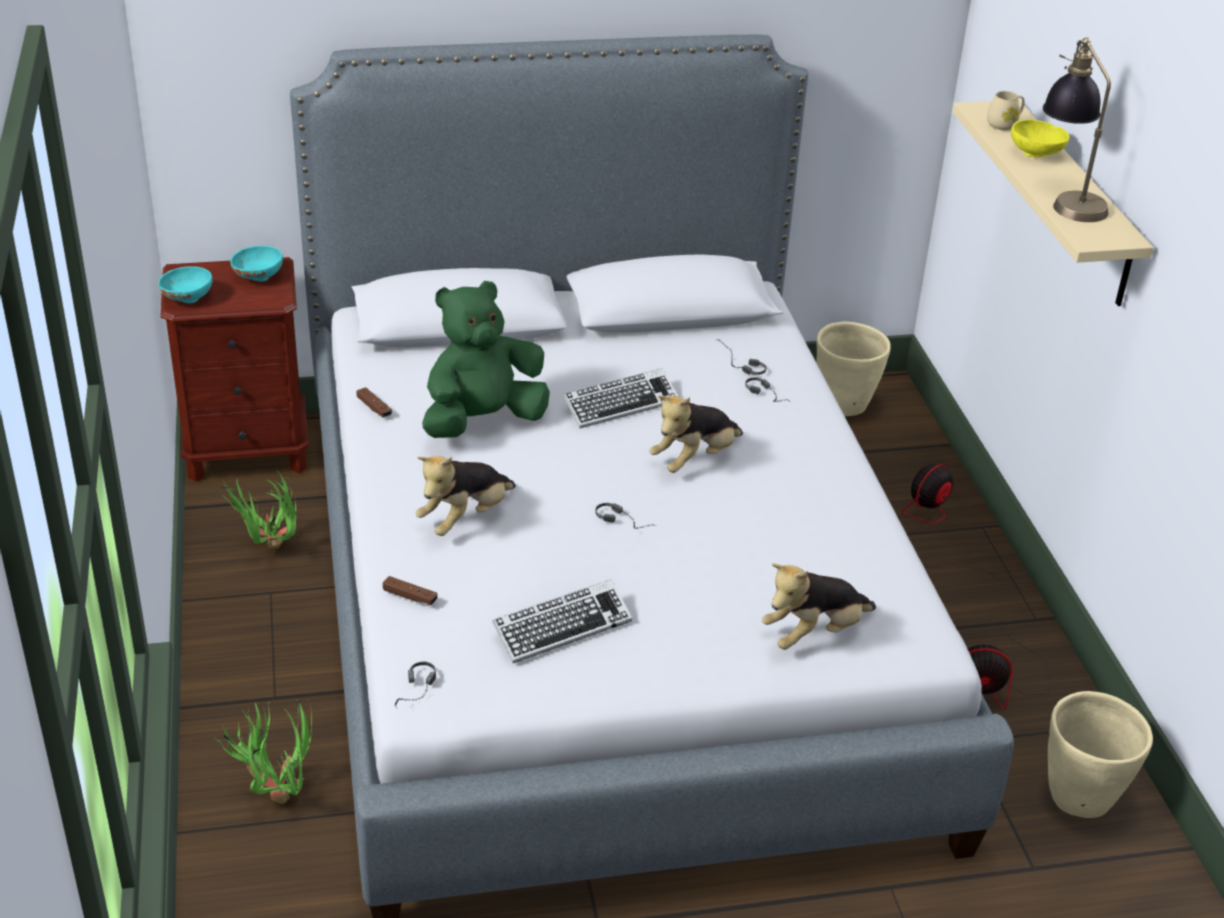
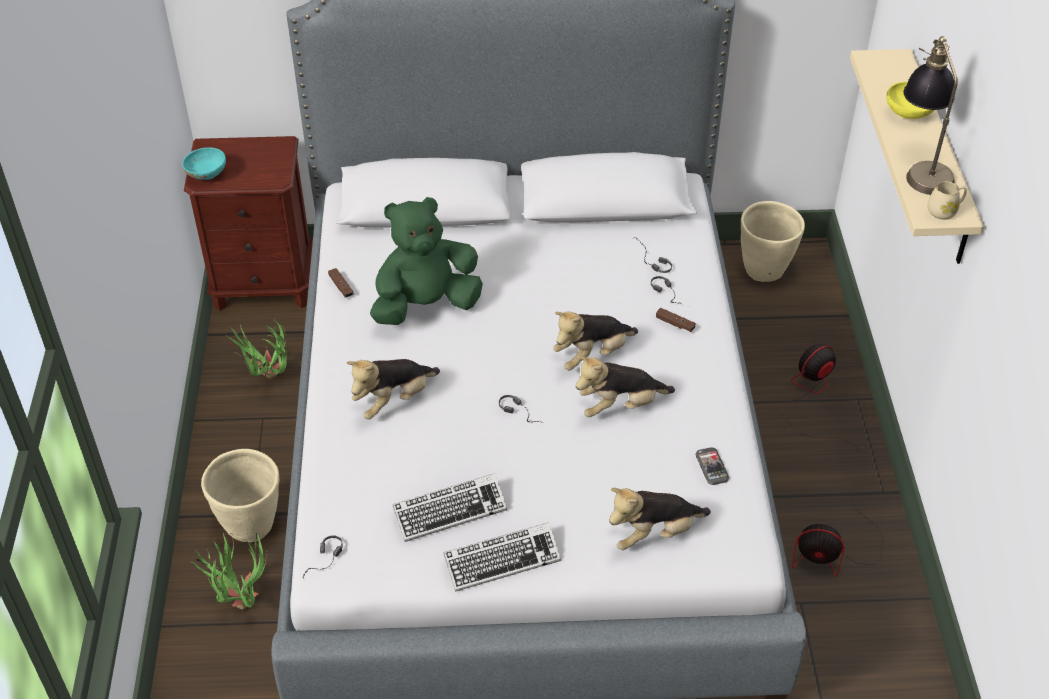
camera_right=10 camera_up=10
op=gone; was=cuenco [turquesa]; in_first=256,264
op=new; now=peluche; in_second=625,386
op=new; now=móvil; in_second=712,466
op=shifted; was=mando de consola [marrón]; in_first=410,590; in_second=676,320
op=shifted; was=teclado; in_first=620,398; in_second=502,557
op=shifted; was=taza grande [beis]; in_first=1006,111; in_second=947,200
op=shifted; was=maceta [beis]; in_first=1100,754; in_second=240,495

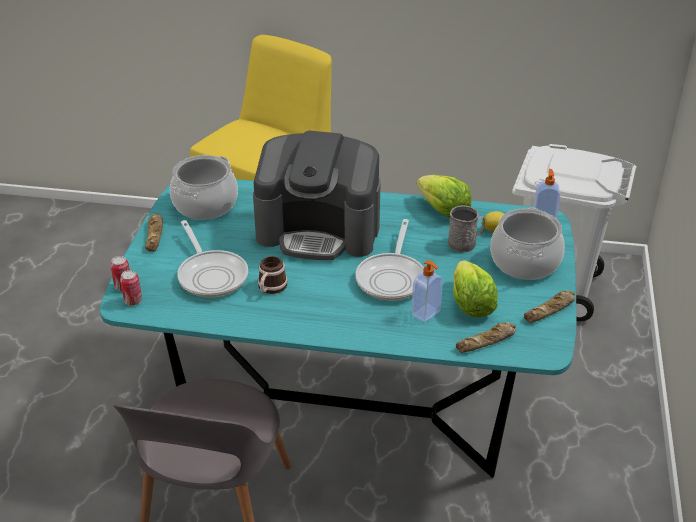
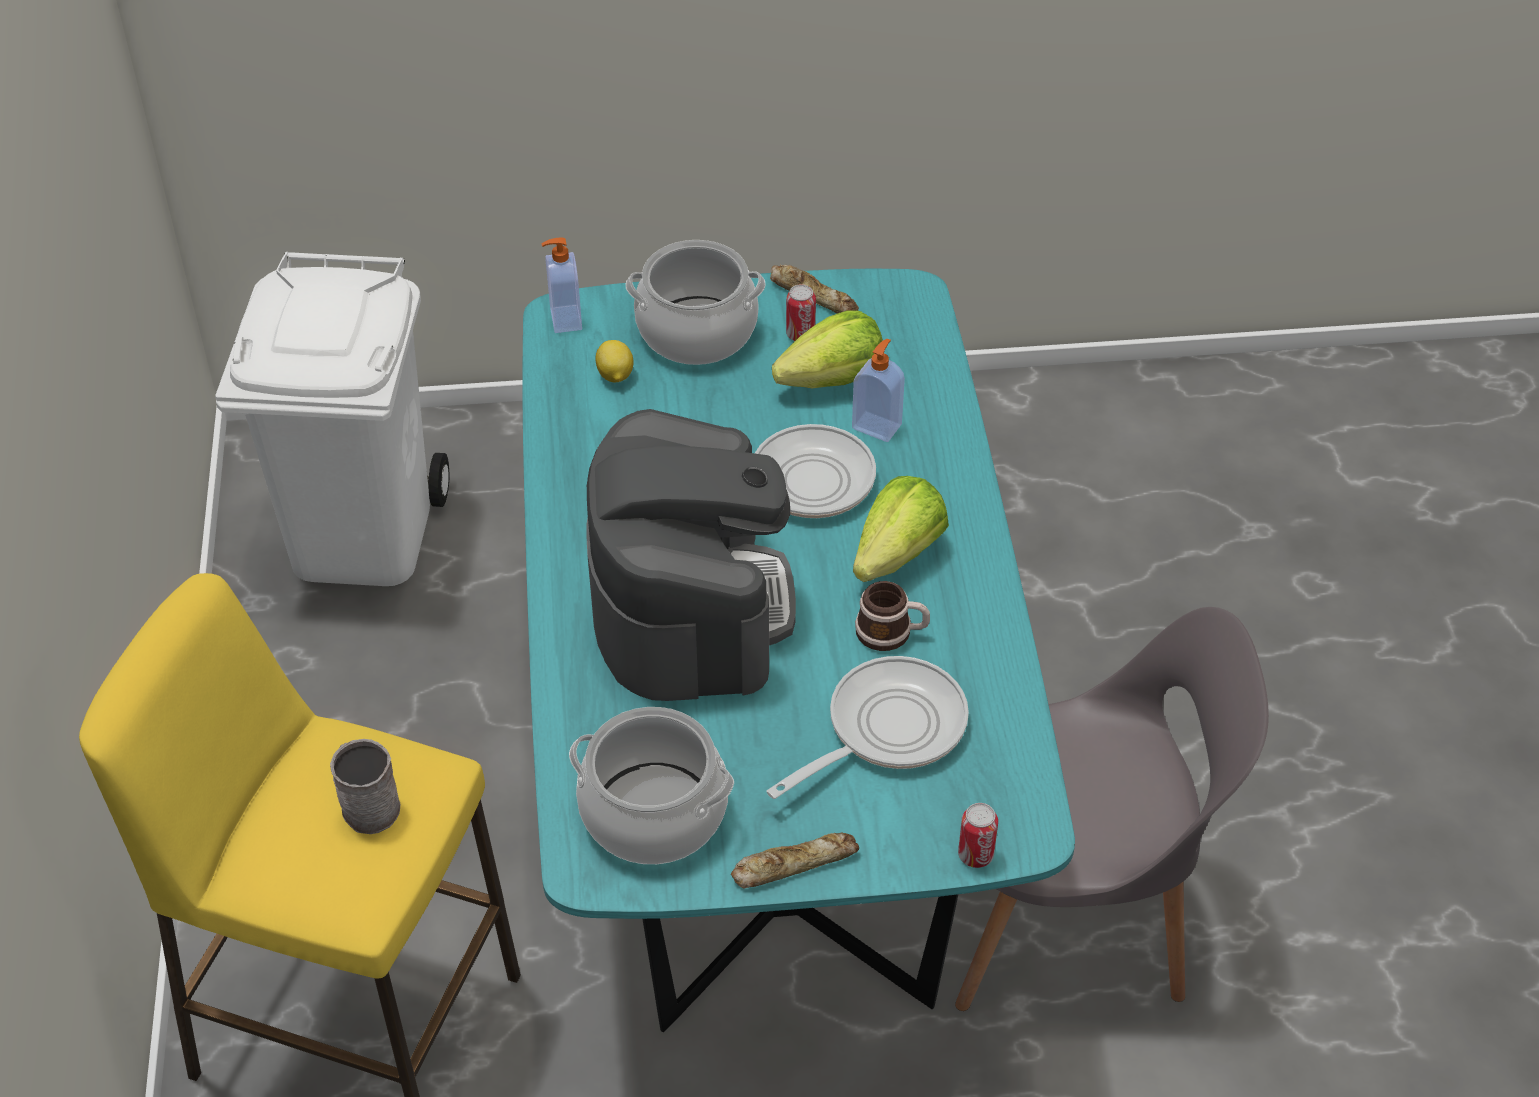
camera_right=-105 camera_up=10
op=gone; was=pan; in_first=486,338
op=shifted; was=lata; in_first=131,288; in_second=801,313
op=shifted; was=lechuga; in_first=444,196; in_second=901,529
op=shifted; was=taza grande [gris]; in_first=466,229; in_second=365,786

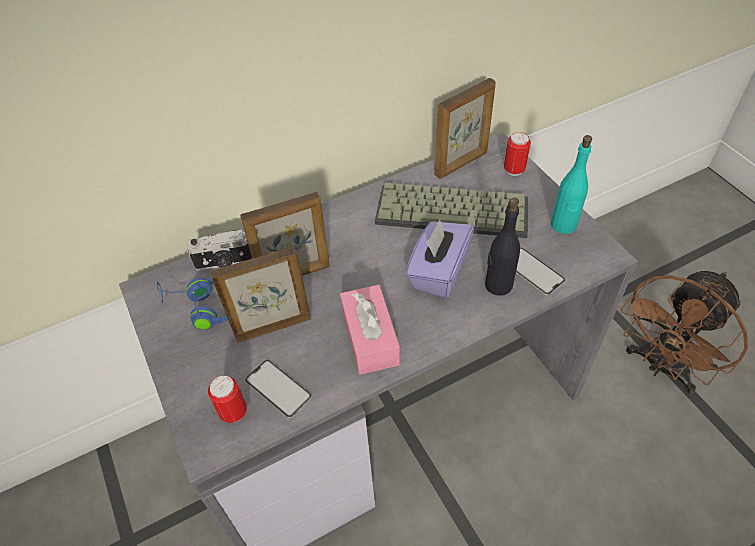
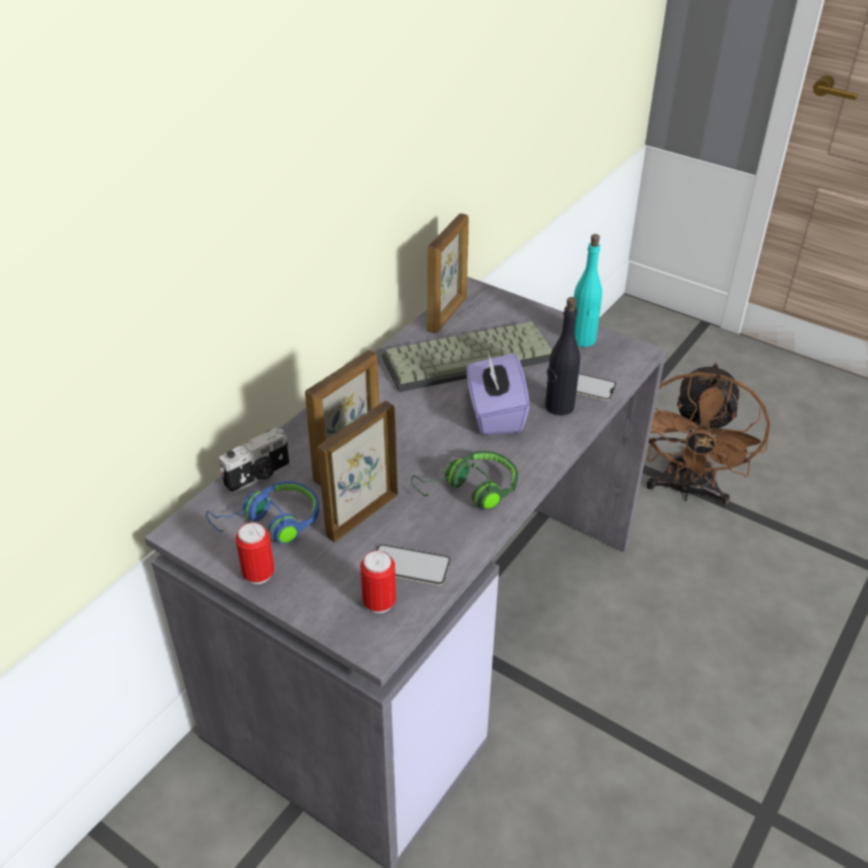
camera_right=-30 camera_up=-10
op=shifted; was=lata; in_first=517,154; in_second=255,553
op=swapped; was=caja de pañuelos [rosa]; now=auriculares [verde]; in_first=370,330; in_second=464,480

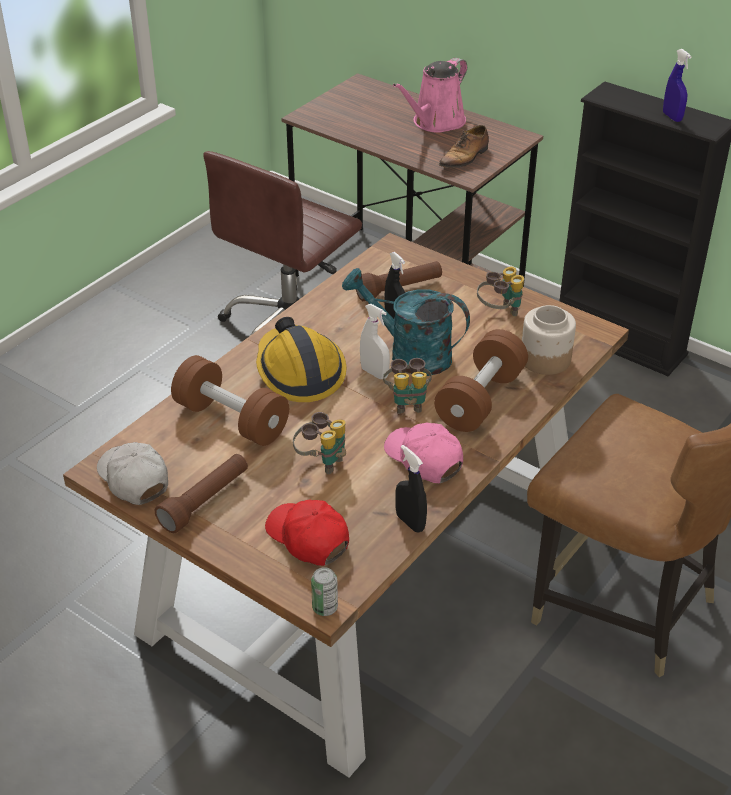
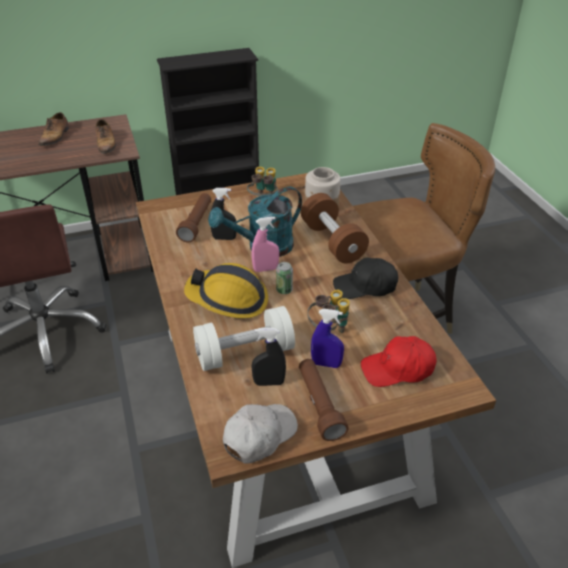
camera_right=-55 camera_up=0
op=gone; was=prismáticos; in_first=407,386
op=shifted; was=lata; in_first=324,591; in_second=284,278
op=shifted; was=pulverizador [negro]; in_first=411,489; in_second=268,357
op=shifted; was=pulverizador [azul]; in_first=677,85; in_second=327,338
op=swapped; was=regadera [rosa]; now=zapato; in_first=430,95; in_second=53,129
op=repainted; was=mancuerna [marrón]; now=mancuerna [blanco]; in_first=230,400; in_second=244,338
op=repainted; was=pulverizador [blanco]; now=pulverizador [rosa]; in_first=375,341; in_second=265,244
op=repainted; was=gorra [rosa]; now=gorra [negro]; in_first=423,453; in_second=365,278
op=rotated; was=gorra [blanco]; in_first=132,473; in_second=260,433; clockwise=135

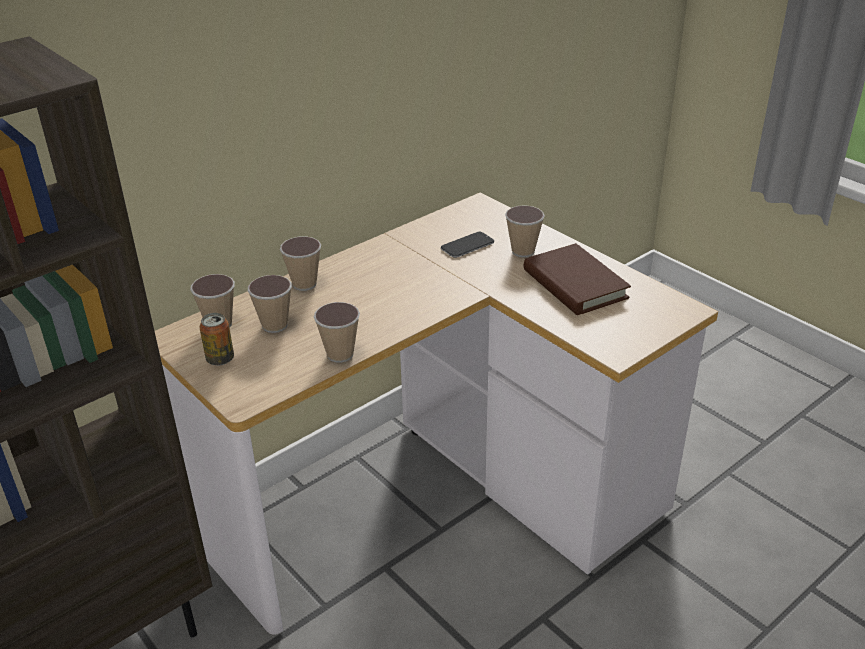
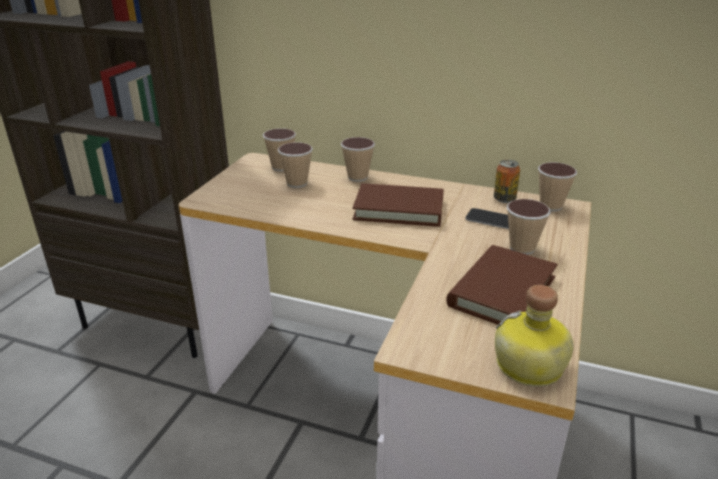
camera_right=60 camera_up=-5
op=new; now=libro [marrón]; in_second=398,205
op=new; now=botella; in_second=534,336
op=shifted; was=lata; in_first=216,339; in_second=507,181
op=shifted; was=taza; in_first=337,332; in_second=557,186

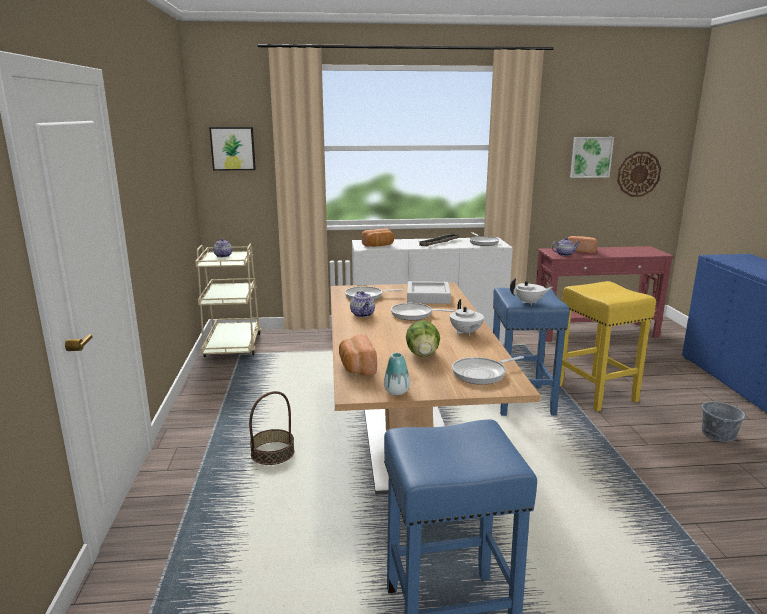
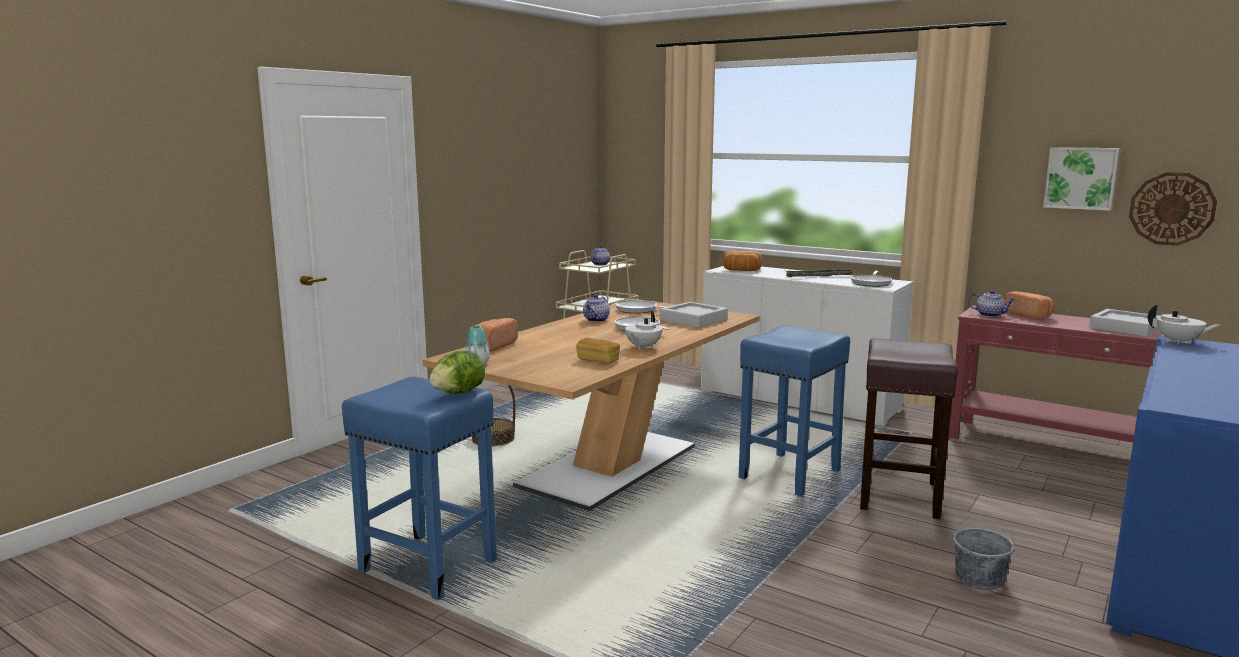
camera_right=40 camera_up=-5
op=gone; was=cuadro; in_first=232,149
op=gone; was=sartén; in_first=488,370
op=new; now=pan; in_second=598,350
op=new; now=bandeja [gris]; in_second=1125,323
op=shifted; was=lechuga; in_first=423,338; in_second=457,372
op=shifted; was=tetera [blanco]; in_first=531,291; in_second=1184,324
op=repainted; was=taburete [amarillo]; now=taburete [marrón]; in_first=608,346; in_second=909,428

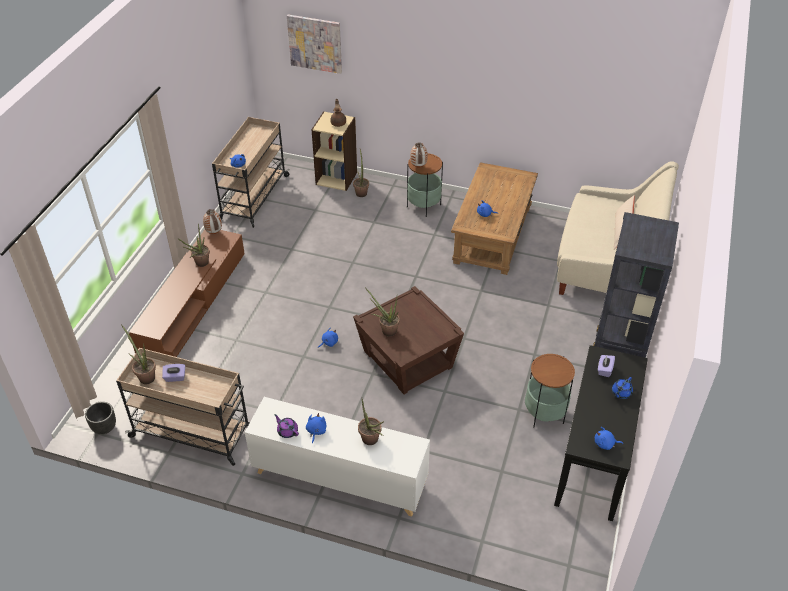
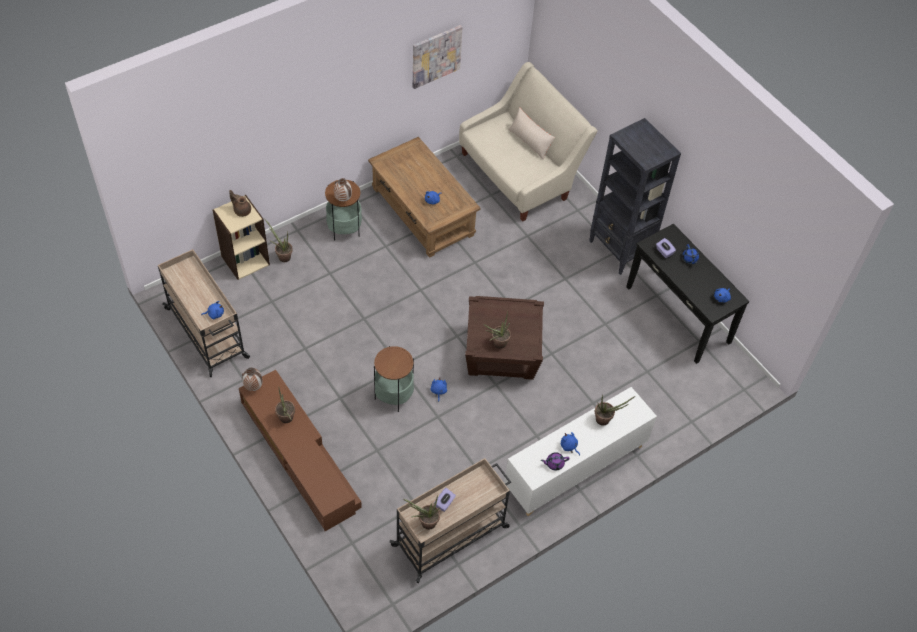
camera_right=-55 camera_up=10
op=gone; was=maceta [negro]; in_first=100,417
op=shifted; was=cuadro; in_first=314,44; in_second=438,57
op=shifted; was=mesa auxiliar; in_first=550,390; in_second=394,379

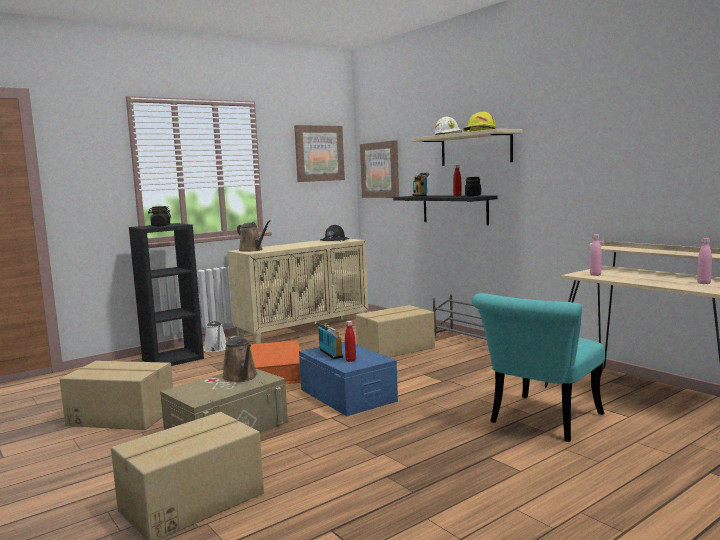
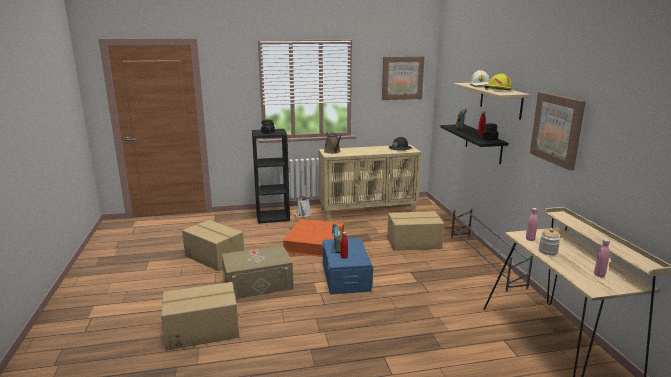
camera_right=25 camera_up=10
op=gone; was=regadera [marrón]; in_first=240,359
op=gone; was=silla [turquesa]; in_first=538,367
op=new; now=tarro; in_second=550,242
op=shifted; was=cuadro; in_first=379,169; in_second=558,131

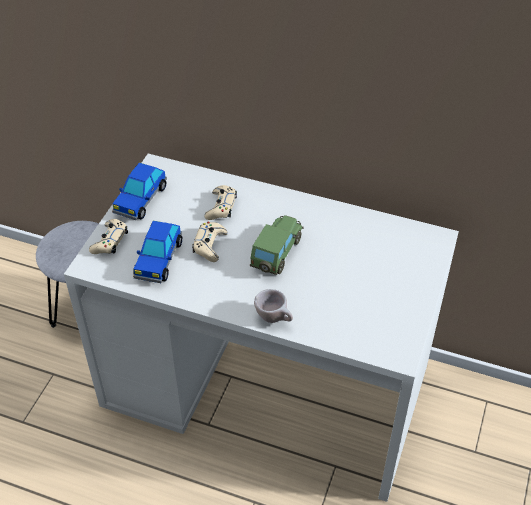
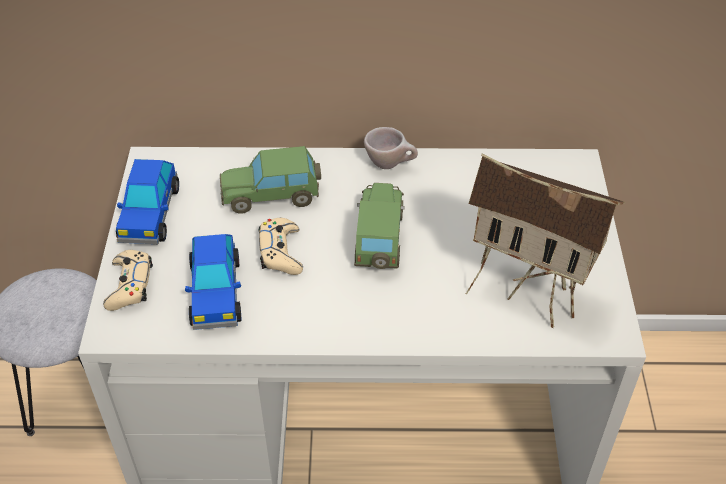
camera_right=-20 camera_up=0
op=new; now=casita; in_second=546,240
op=shifted; was=taza [beis]; in_first=273,306; in_second=391,148
op=swapped; was=mando de consola [beis]; now=coche de juguete; in_first=220,202; in_second=270,180

